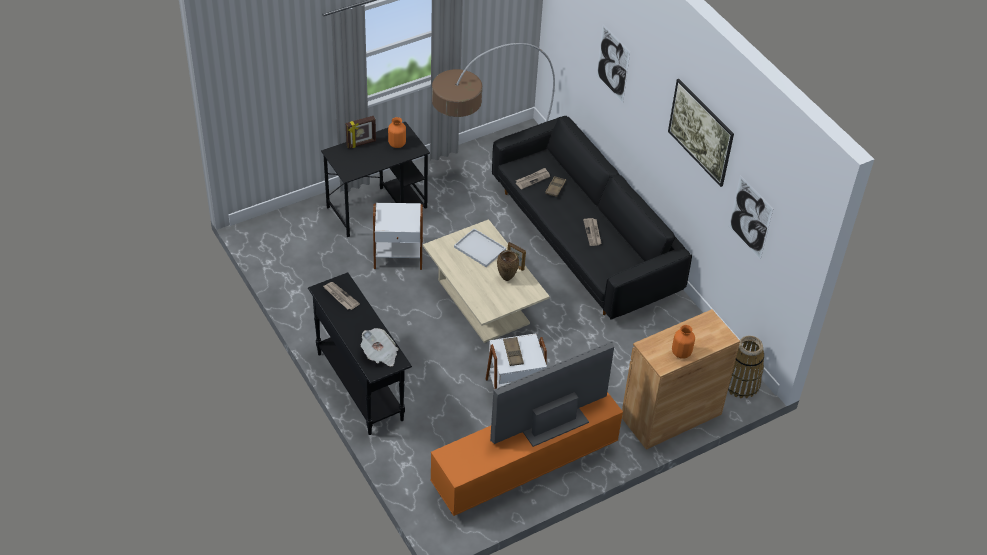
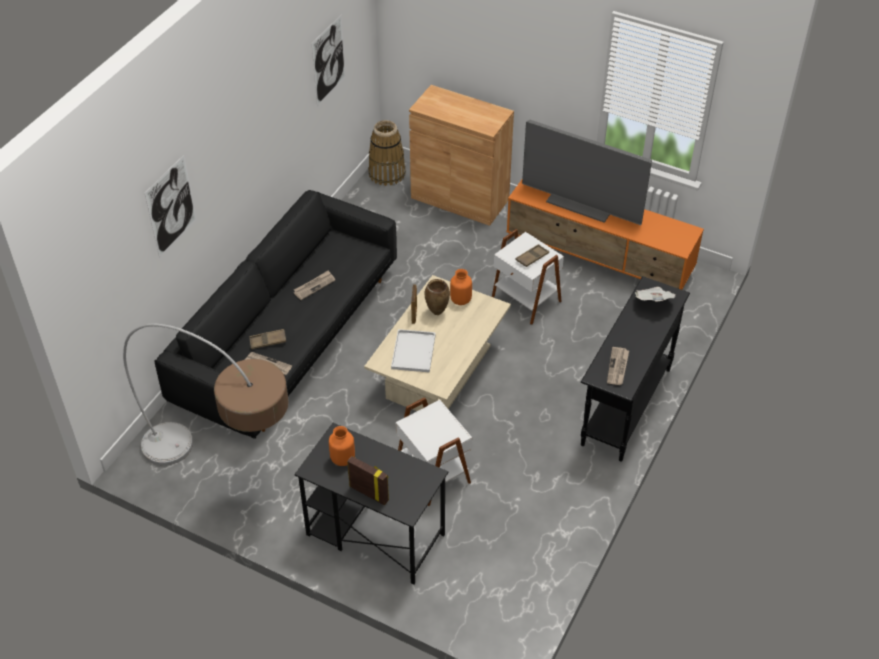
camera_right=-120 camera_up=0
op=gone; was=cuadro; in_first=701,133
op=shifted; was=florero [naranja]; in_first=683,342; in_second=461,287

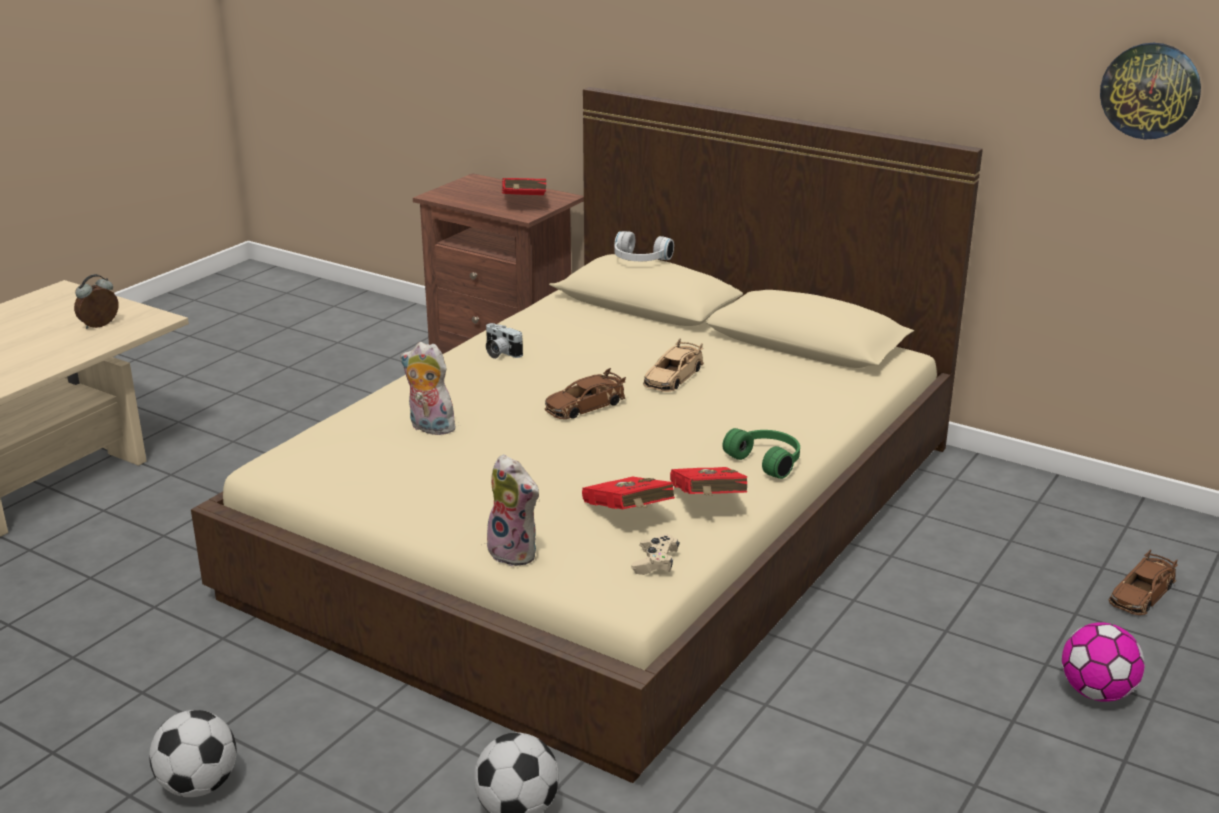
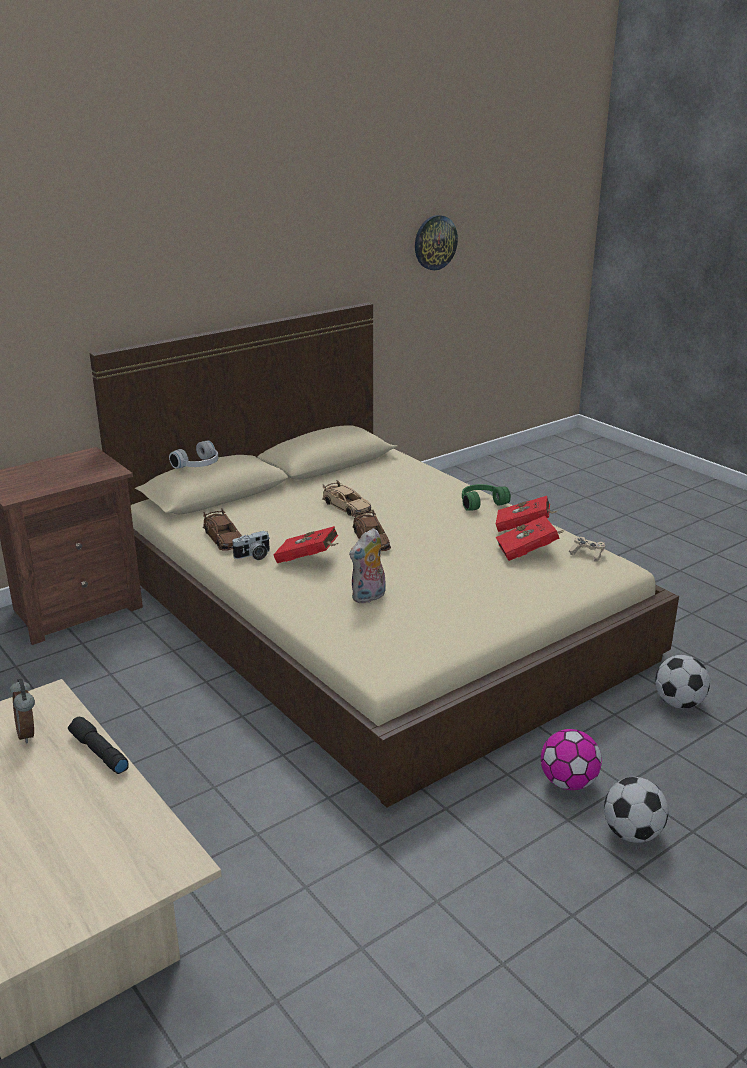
camera_right=-70 camera_up=0
op=gone; was=peluche; in_first=513,510
op=new; now=linterna [negro]; in_second=98,745
op=shifted; was=libro [rojo]; in_first=524,186; in_second=306,544
op=shifted; was=balón de fútbol; in_first=1103,662; in_second=571,759
op=shifted; was=coche de juguete [marrón]; in_first=1143,582; in_second=222,529

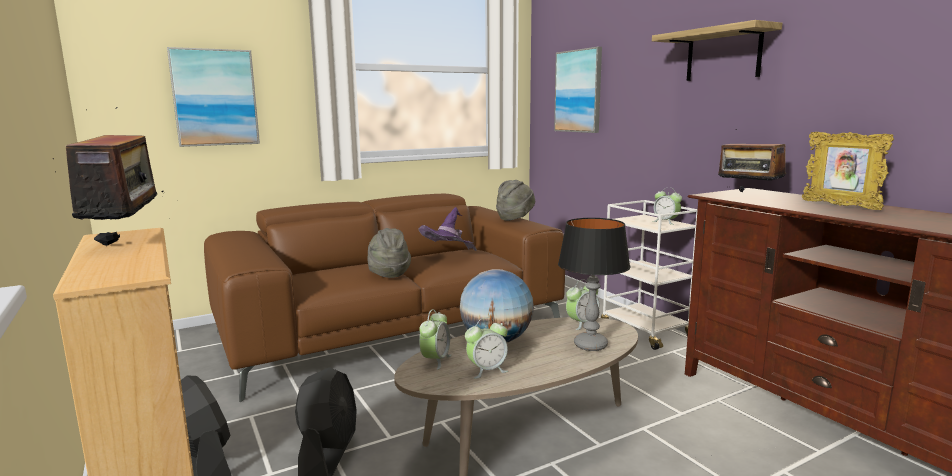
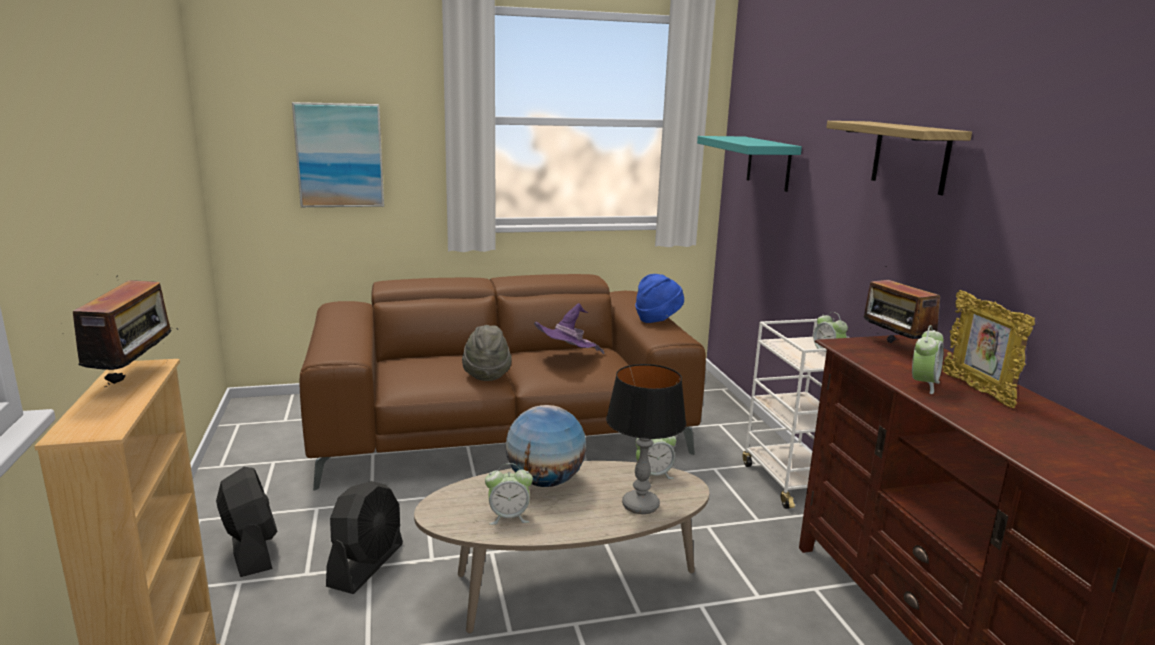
camera_right=15 camera_up=5
op=shifted; was=despertador; in_first=435,339; in_second=928,359
op=swapped; was=cuadro; now=estante [turquesa]; in_first=578,90; in_second=749,164
op=repainted; was=sombrero [gris]; now=sombrero [azul]; in_first=515,200; in_second=659,298

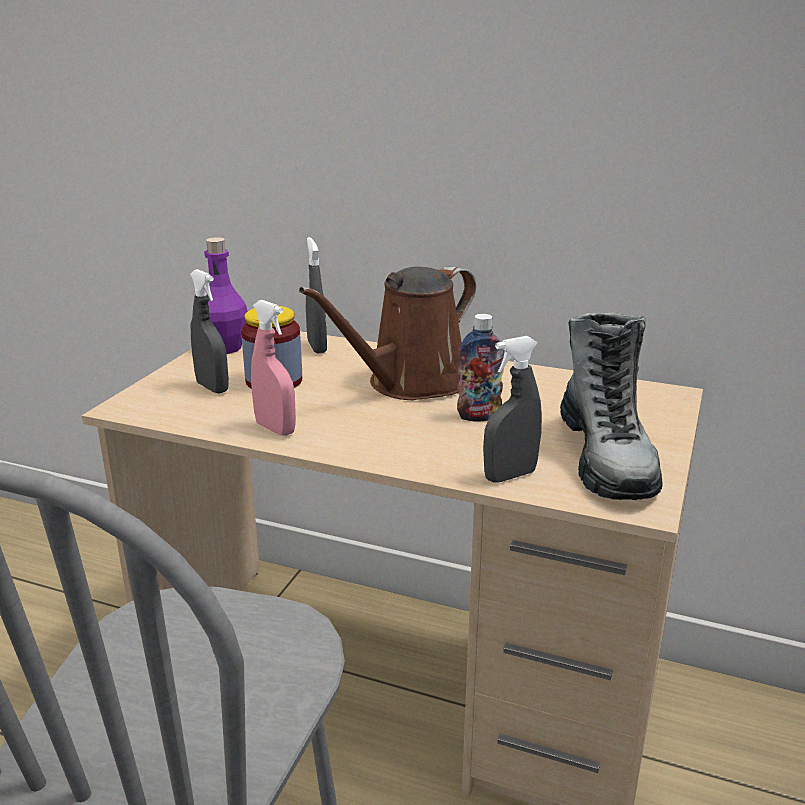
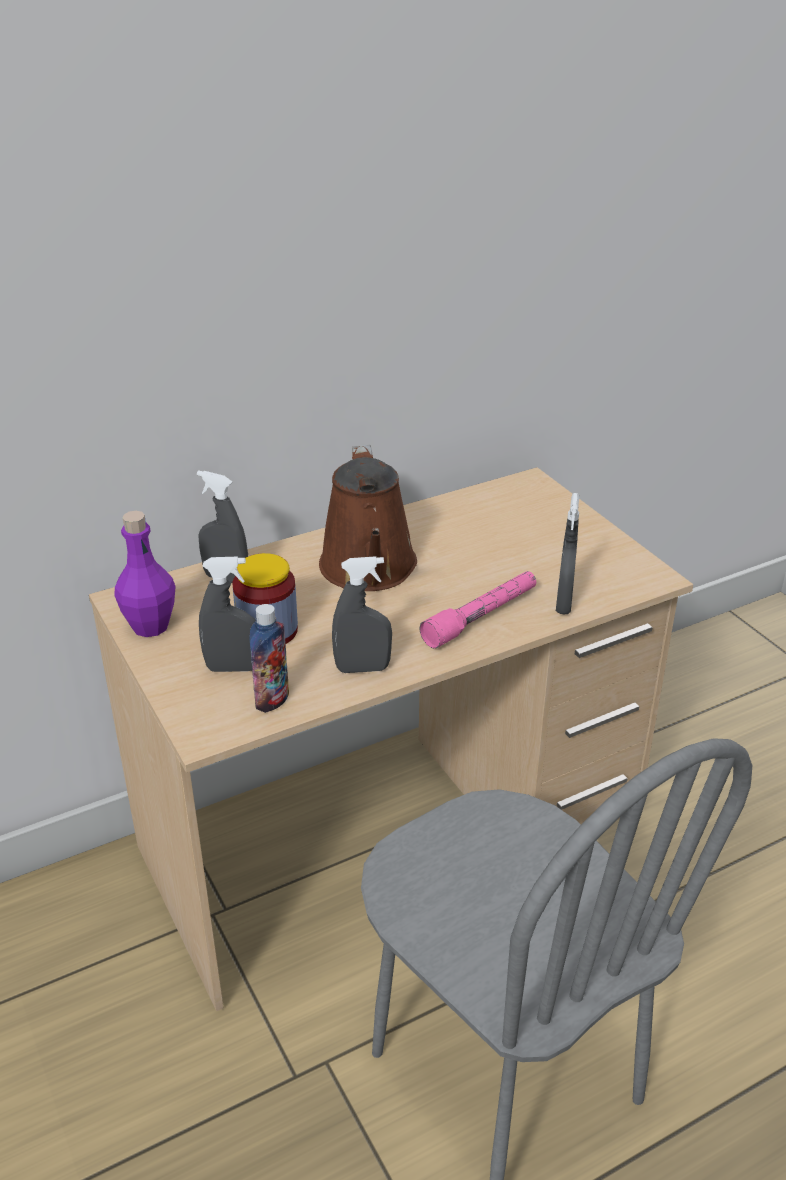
camera_right=-50 camera_up=10
op=gone; was=bota; in_first=611,406
op=new; now=linterna [rosa]; in_second=478,610
op=shifted; was=botella; in_first=481,367; in_second=269,658
op=repainted; was=pulverizador [rosa]; now=pulverizador [gris]; in_first=273,368; in_second=362,614

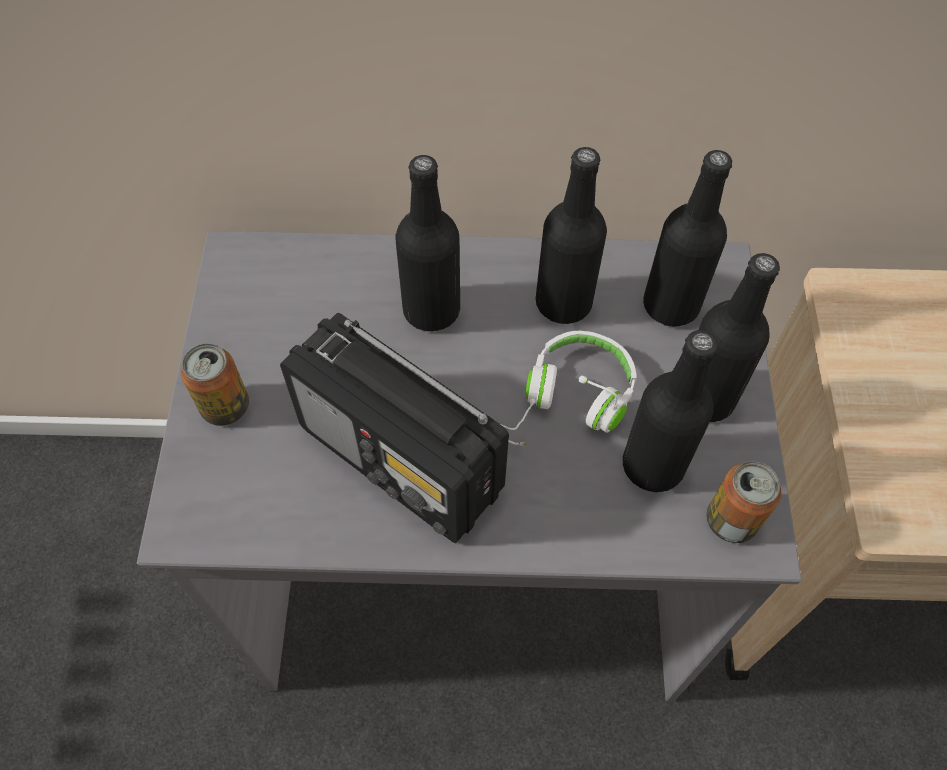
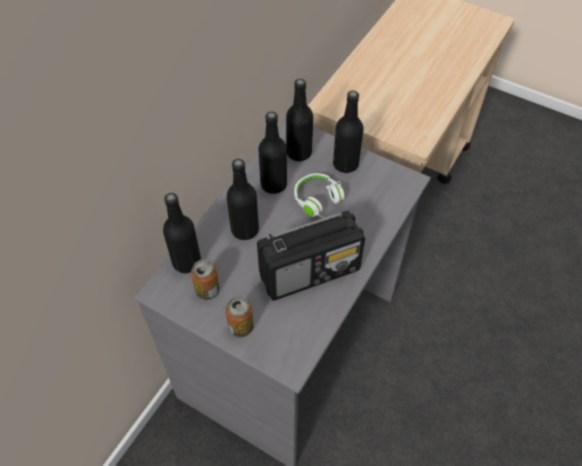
camera_right=-60 camera_up=-5
op=shifted; was=botella [negro]; in_first=670,411; in_second=182,233
op=shifted; was=lata; in_first=743,502; in_second=205,279

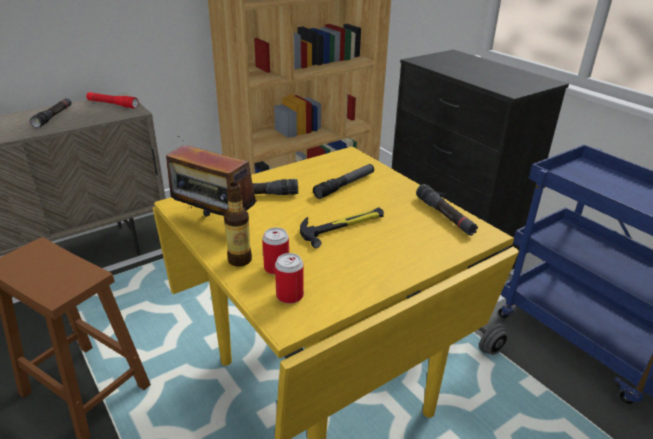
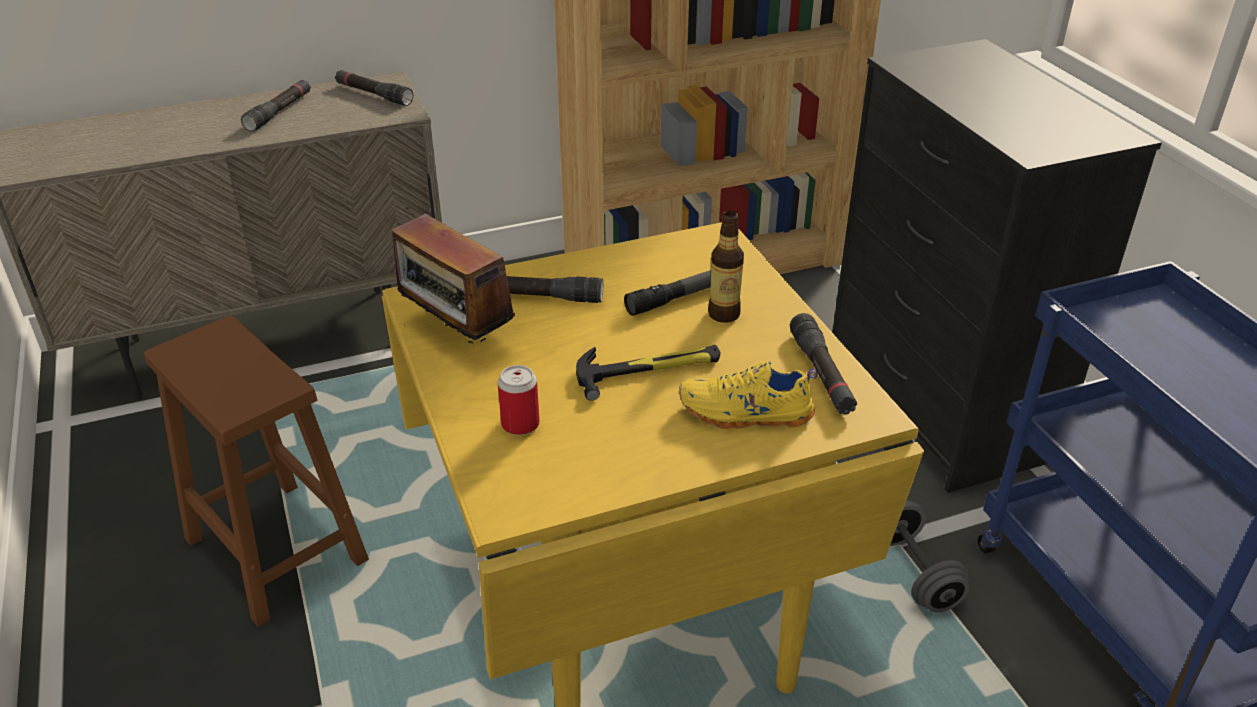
camera_right=15 camera_up=5
op=gone; was=lata; in_first=289,278
op=new; now=zapato [amarillo]; in_second=748,395
op=shifted; was=botella; in_first=238,224; in_second=726,267
op=repainted; was=linterna [rojo]; now=linterna [negro]; in_first=112,100; in_second=374,88

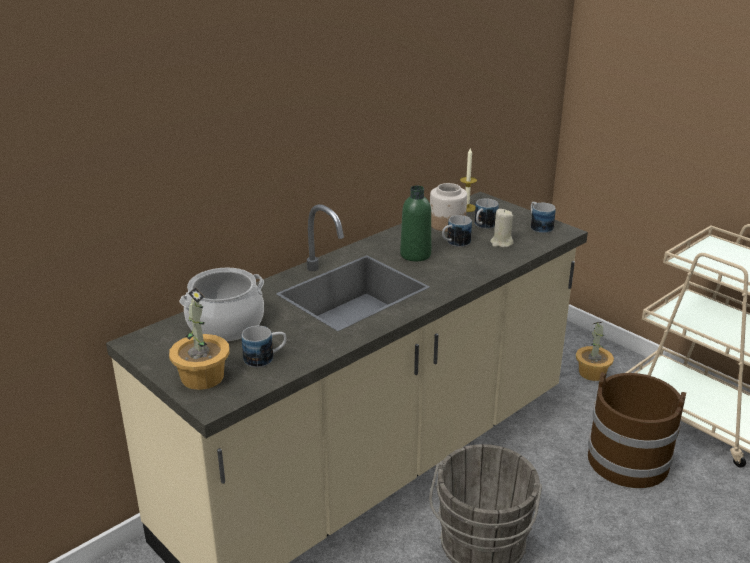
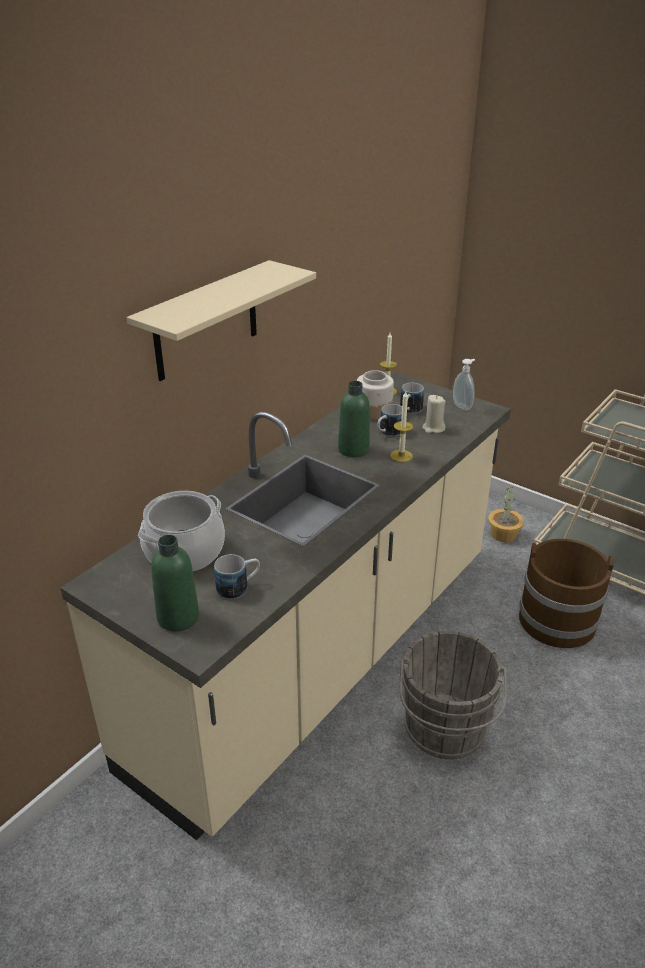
camera_right=-10 camera_up=5
op=new; now=estante [beis]; in_second=221,320
op=new; now=vela; in_second=401,426
op=swapped; was=planta en maceta; now=botella [verde]; in_first=199,338; in_second=175,583
op=swapped; was=taza grande; now=dispensador de jabón; in_first=543,217; in_second=464,384

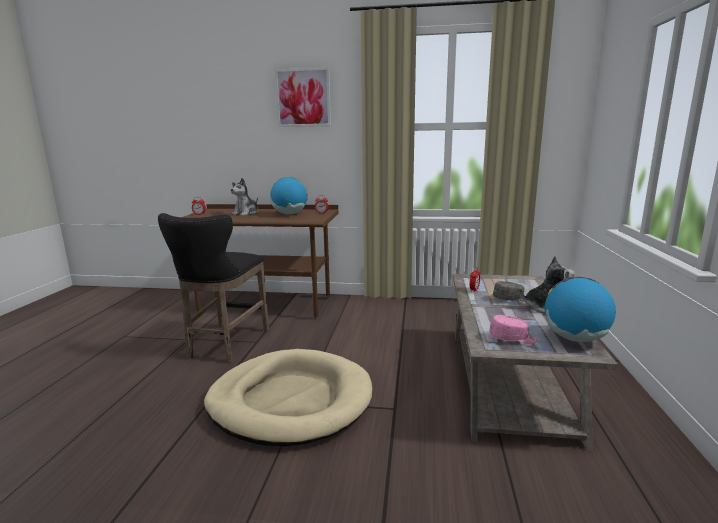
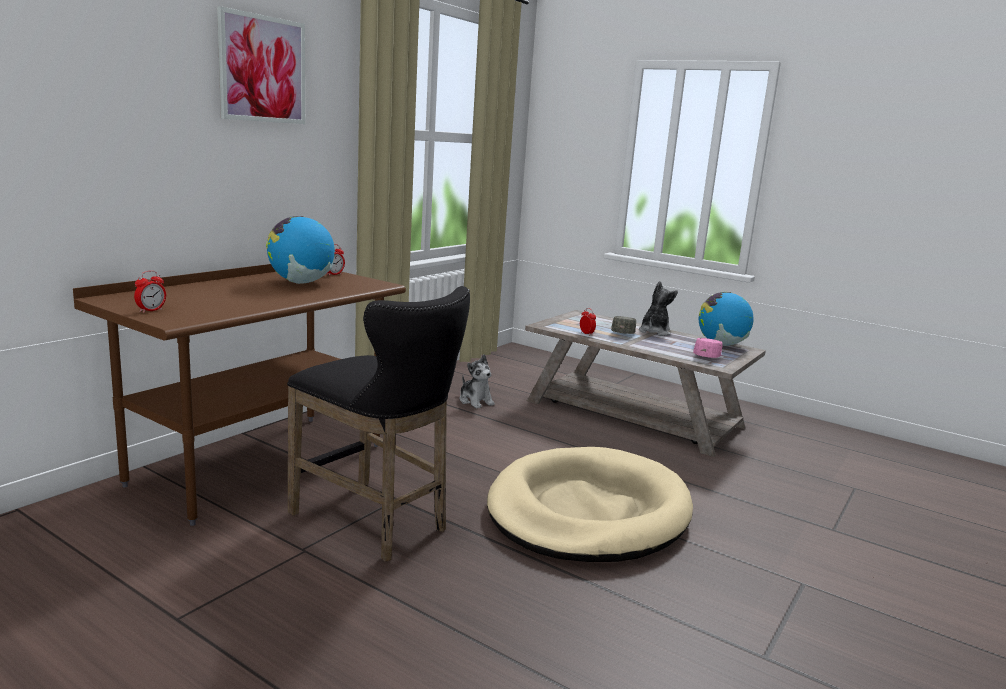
camera_right=-65 camera_up=0
op=shifted; was=peluche; in_first=244,197; in_second=477,381

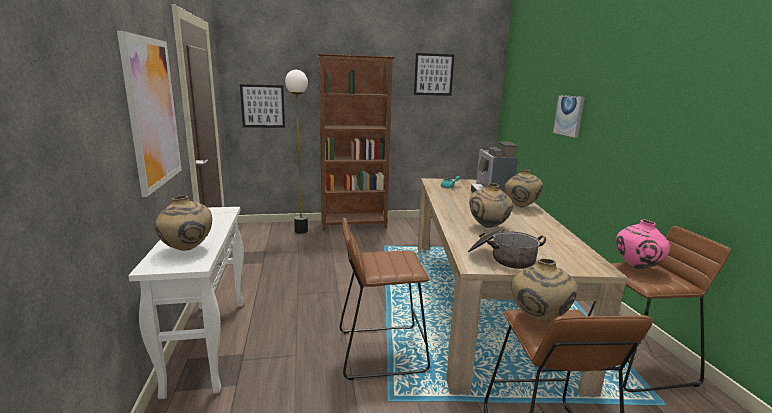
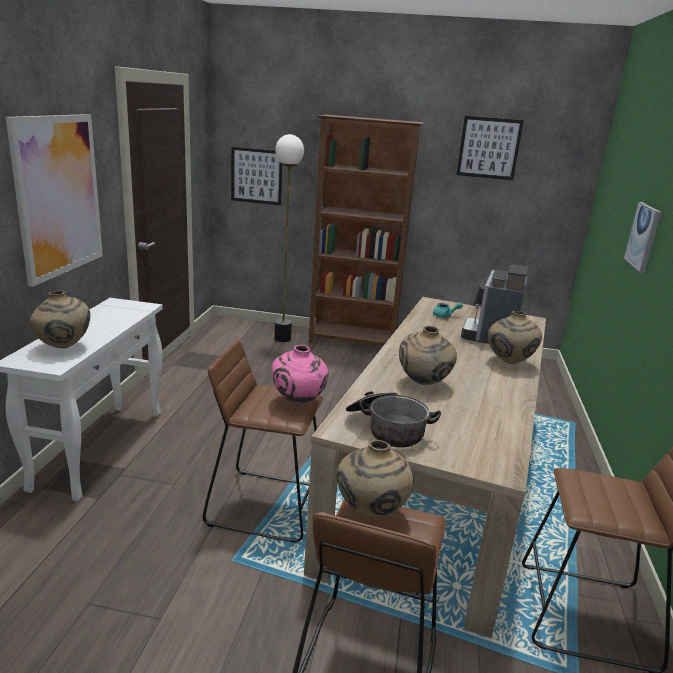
camera_right=20 camera_up=5
op=shifted; was=florero [rosa]; in_first=643,244; in_second=299,374

